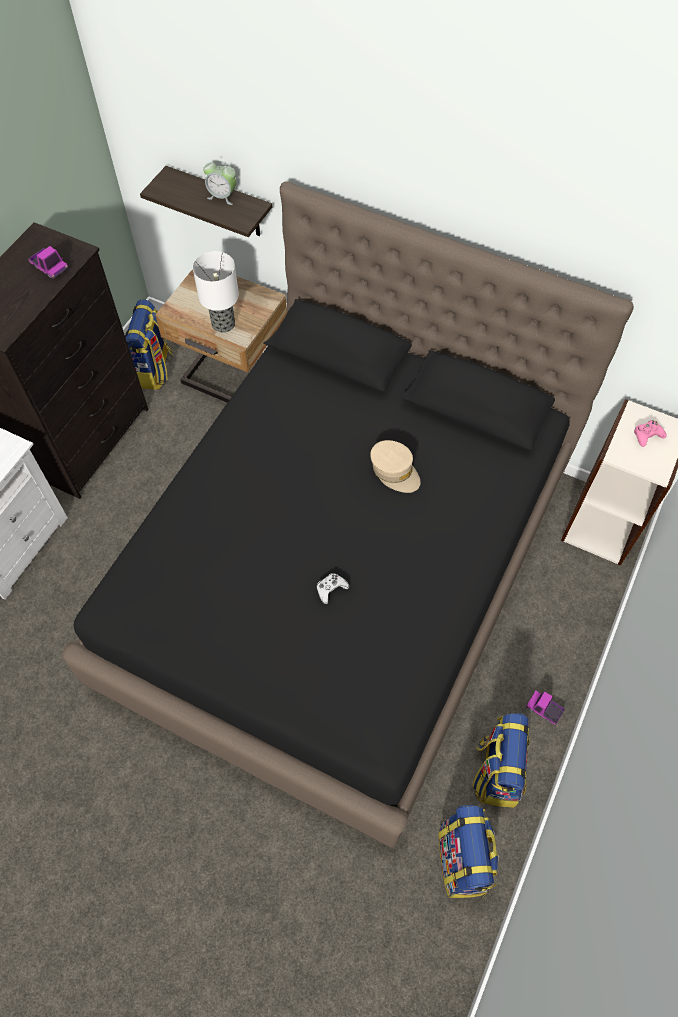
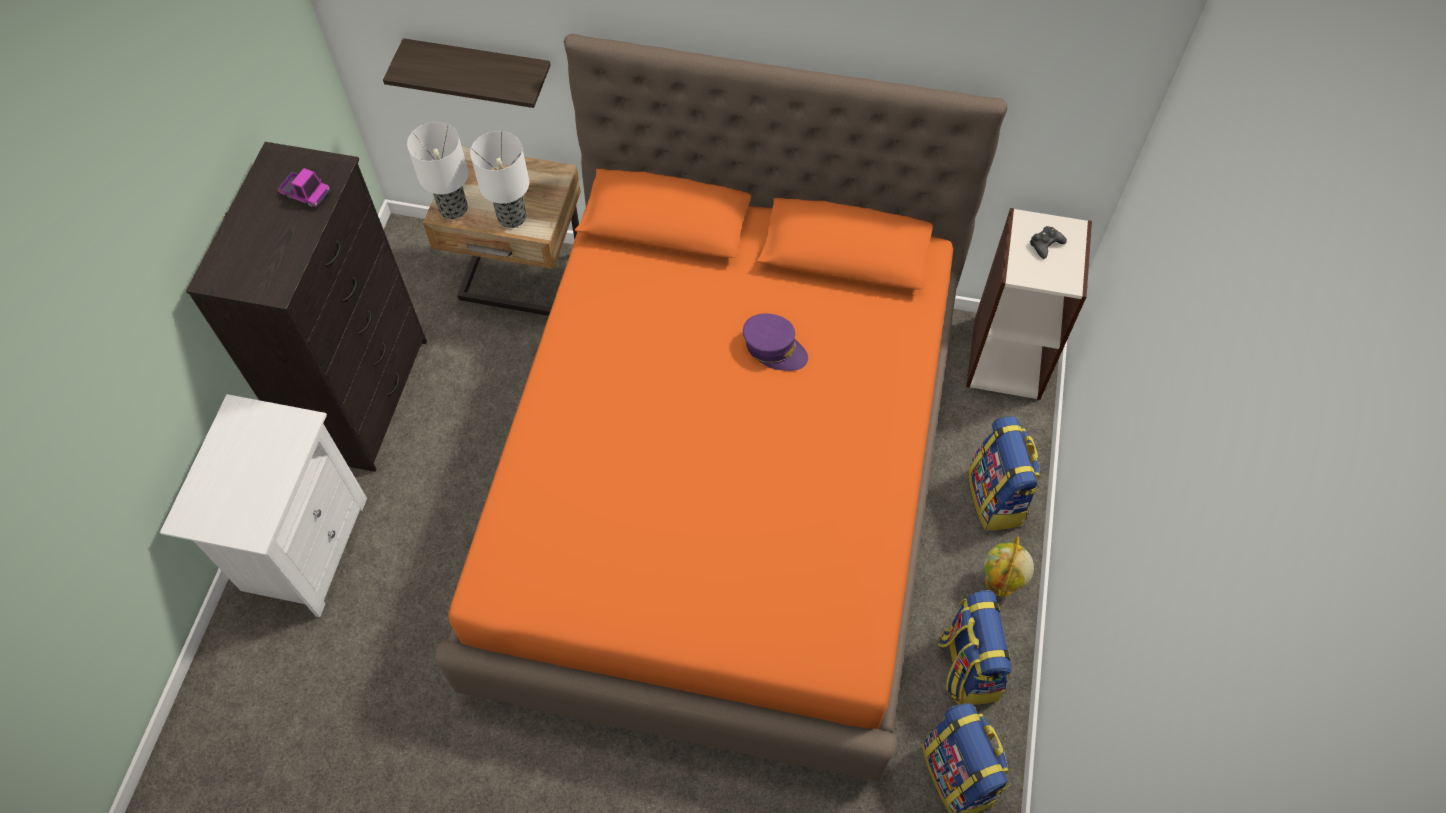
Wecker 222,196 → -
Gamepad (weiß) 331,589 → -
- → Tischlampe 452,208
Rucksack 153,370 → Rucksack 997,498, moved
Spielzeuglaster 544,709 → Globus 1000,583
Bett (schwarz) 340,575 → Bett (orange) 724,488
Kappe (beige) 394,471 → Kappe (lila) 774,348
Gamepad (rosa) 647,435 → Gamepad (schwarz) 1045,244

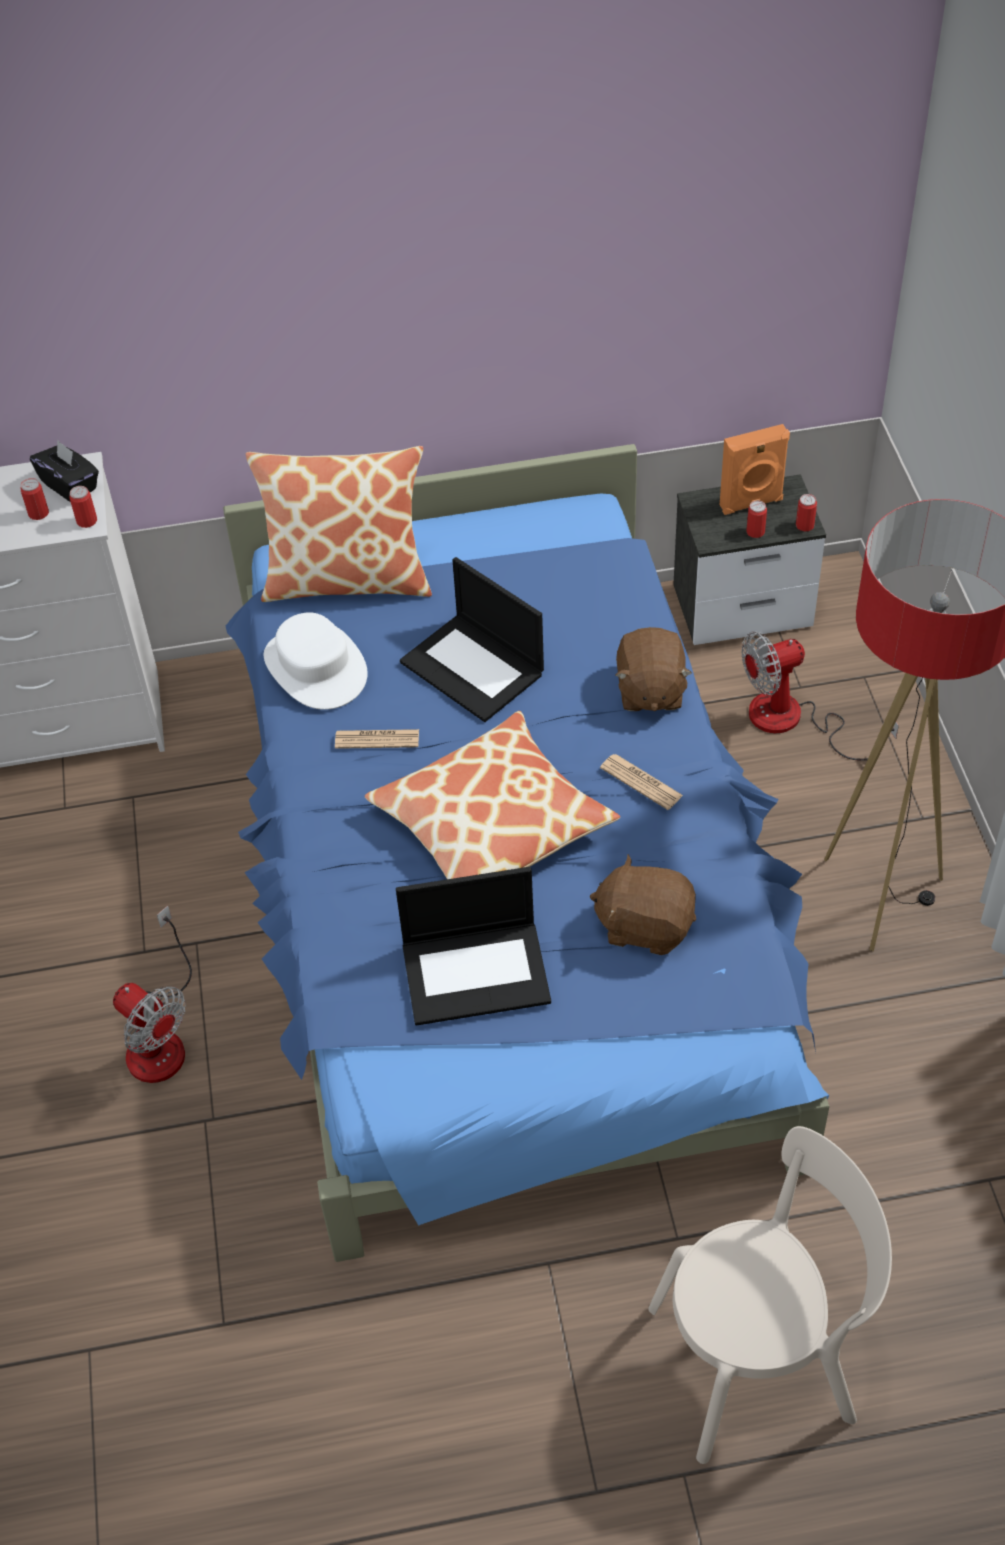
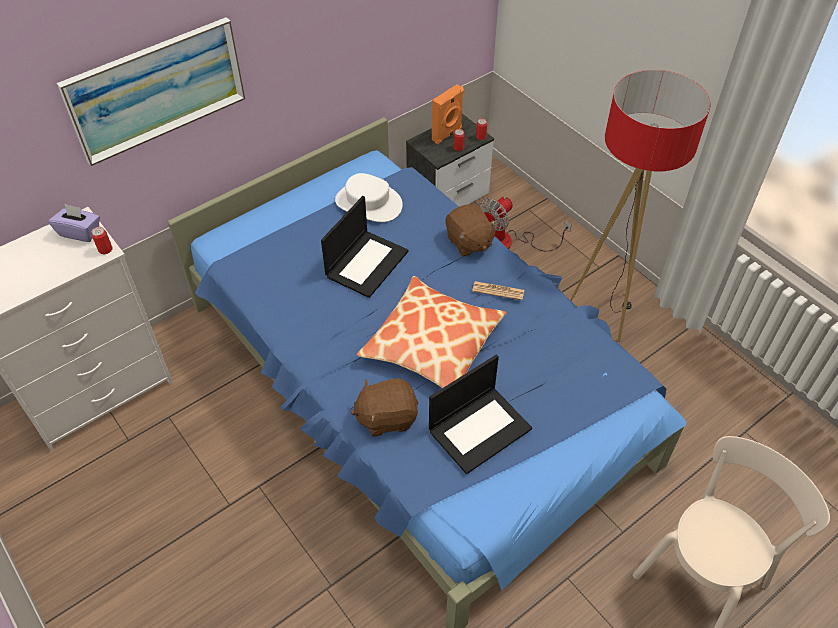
Dose 38,513 → -
Ventilator 159,1037 → -
Kissen 348,579 → -
Zeitung 377,739 → -
- → Bild 156,89
Hut (weiß) 315,667 → Hut (weiß) 368,203, moved
Plüschtier (braun) 645,925 → Plüschtier (braun) 387,417, moved
Taschentuchbox (schwarz) 70,485 → Taschentuchbox (lila) 80,232
Laptop 474,668 → Laptop 367,263, 75 degrees counterclockwise

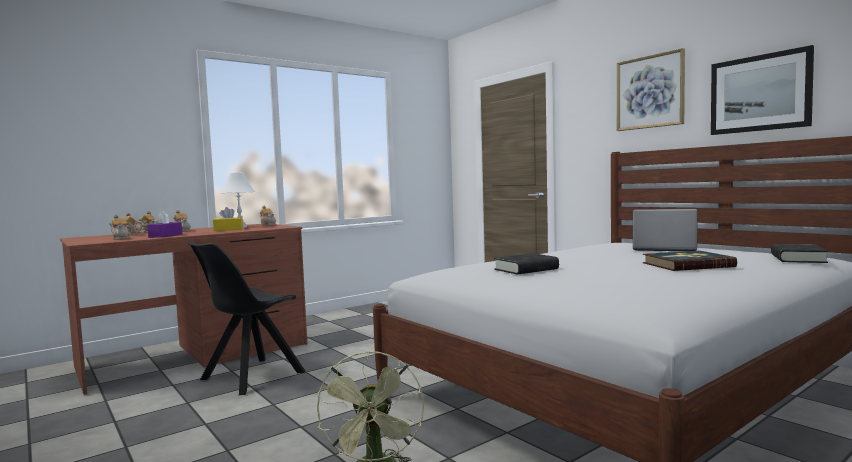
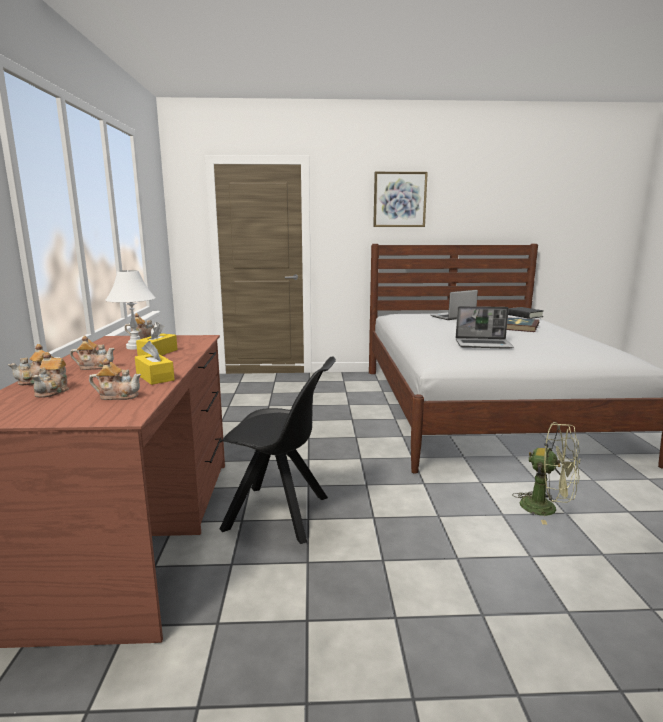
Bild 759,93 → -
Buch (schwarz) 526,269 → Laptop 483,344
Taschentuchbox (lila) 165,236 → Taschentuchbox (gelb) 155,377
Stuhl (schwarz) 250,377 → Stuhl (schwarz) 280,514, 60 degrees counterclockwise

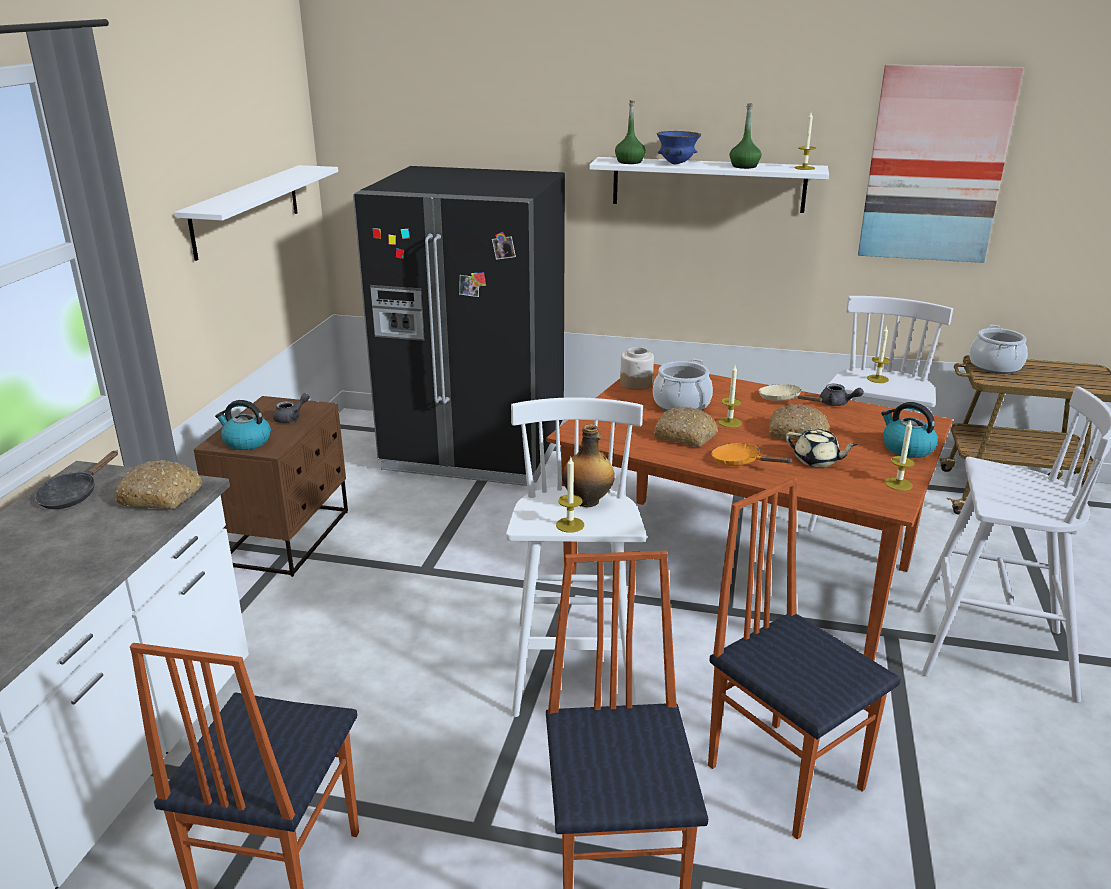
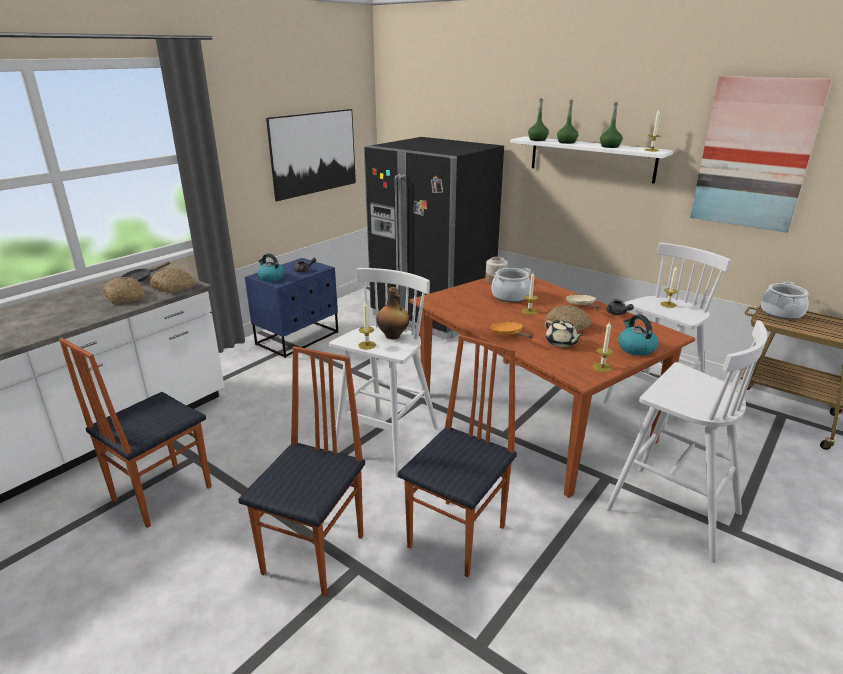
Brot 686,436 → Brot 126,297, moved
Wandregal (weiß) 246,210 → Bild 314,153
Schüssel (blau) 676,164 → Flasche (grün) 566,142
Nachttisch (braun) 287,537 → Nachttisch (blau) 298,338
Stuhl 785,775 → Stuhl 459,536, 45 degrees clockwise

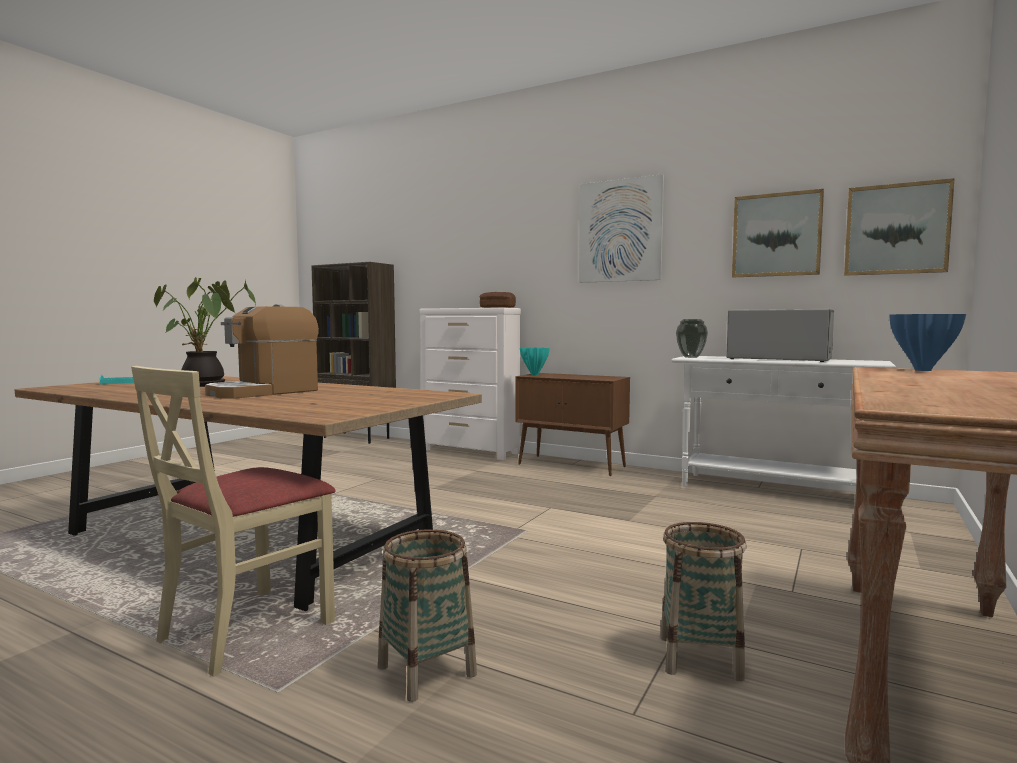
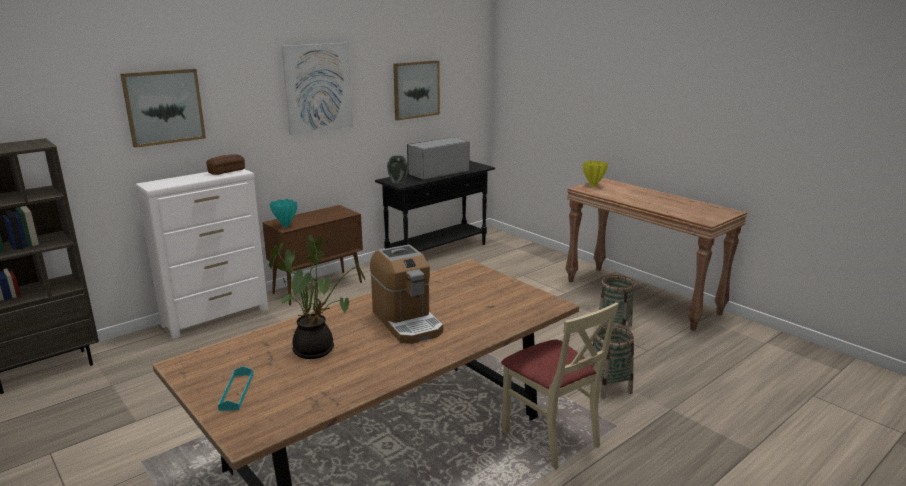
Bild 896,229 → Bild 164,107, moved
Konsolentisch (weiß) 773,491 → Konsolentisch (schwarz) 437,251
Vase (blau) 924,370 → Vase (gelb) 594,186

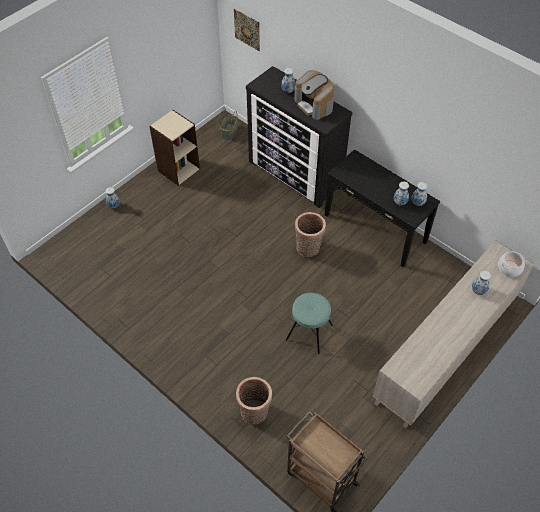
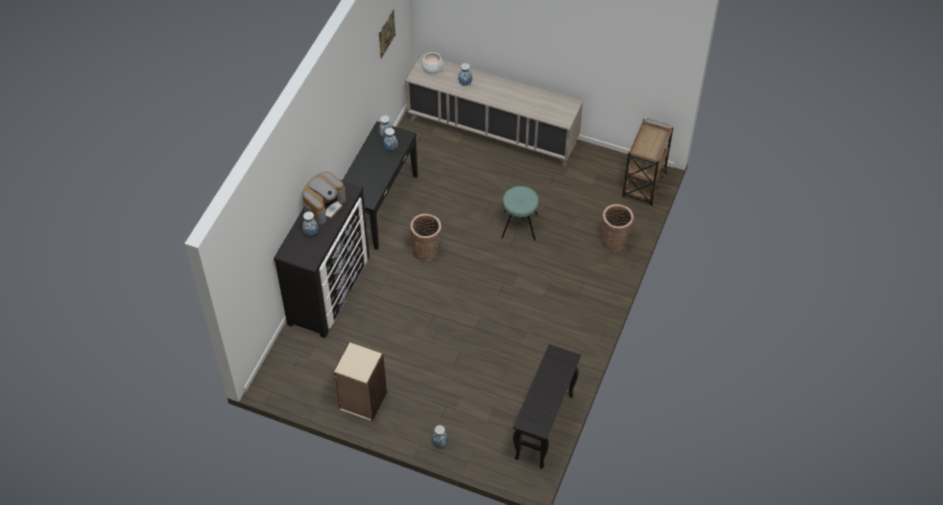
Korb 229,132 → -
- → Konsolentisch (schwarz) 544,427
Bild 247,29 → Bild 386,33, moved

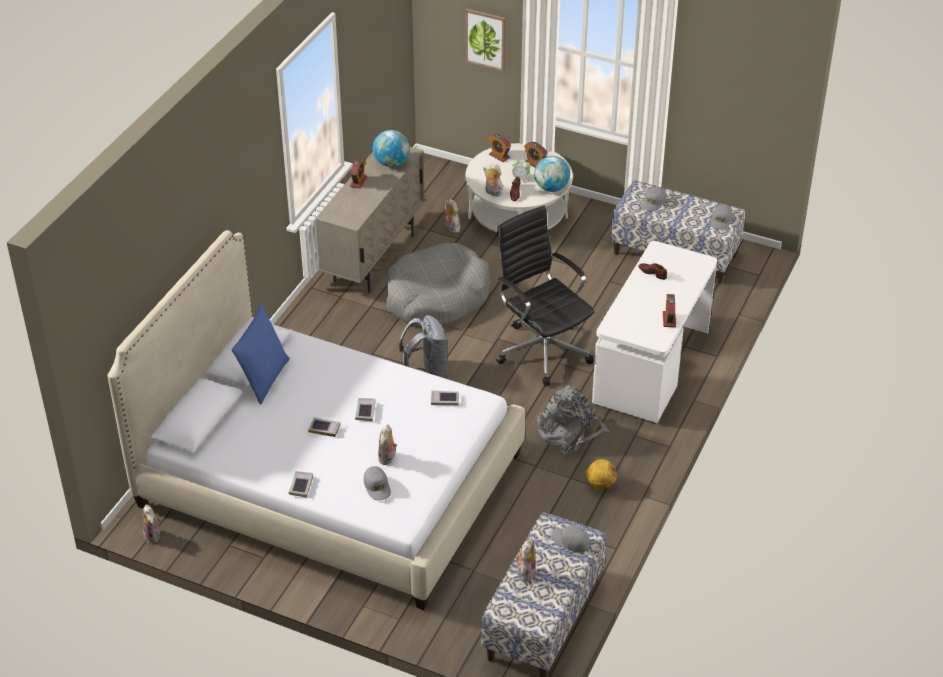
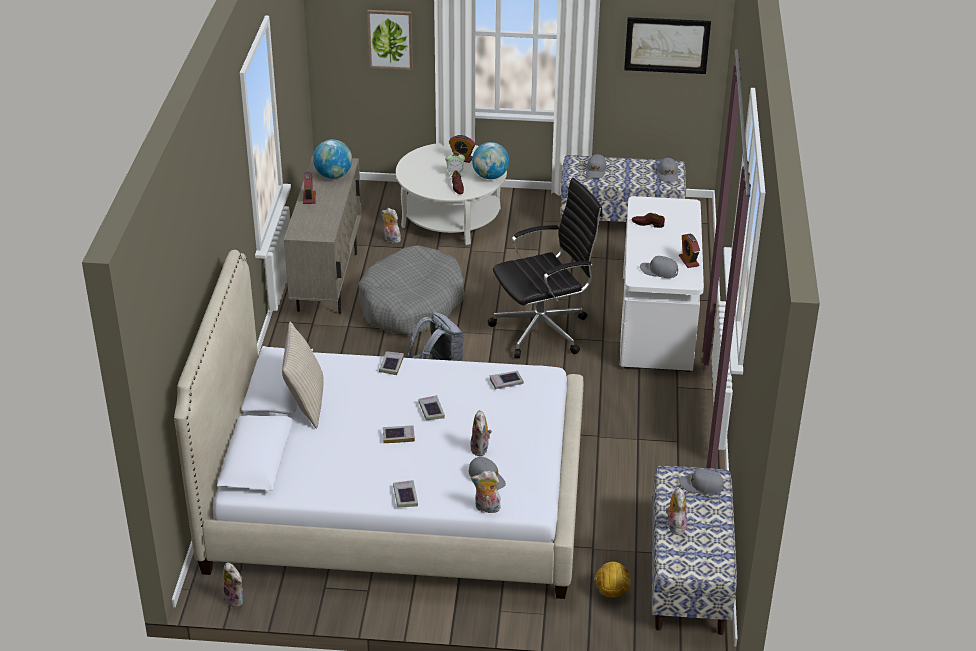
Wecker 499,156 → -
Rucksack (grau) 569,432 → -
- → Buch 391,365
- → Bild 667,45
- → Kappe (grau) 659,271
Plüschtier 492,193 → Plüschtier 486,508, moved
Fußball 600,485 → Fußball 611,592, moved
Kissen (blau) 263,379 → Kissen (beige) 305,403
Bürostuhl (schwarz) 542,350 → Bürostuhl (schwarz) 543,330, 120 degrees clockwise

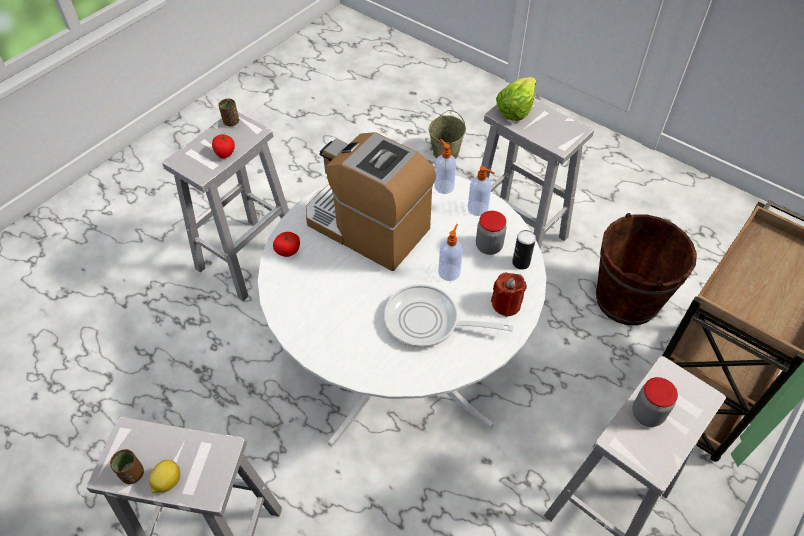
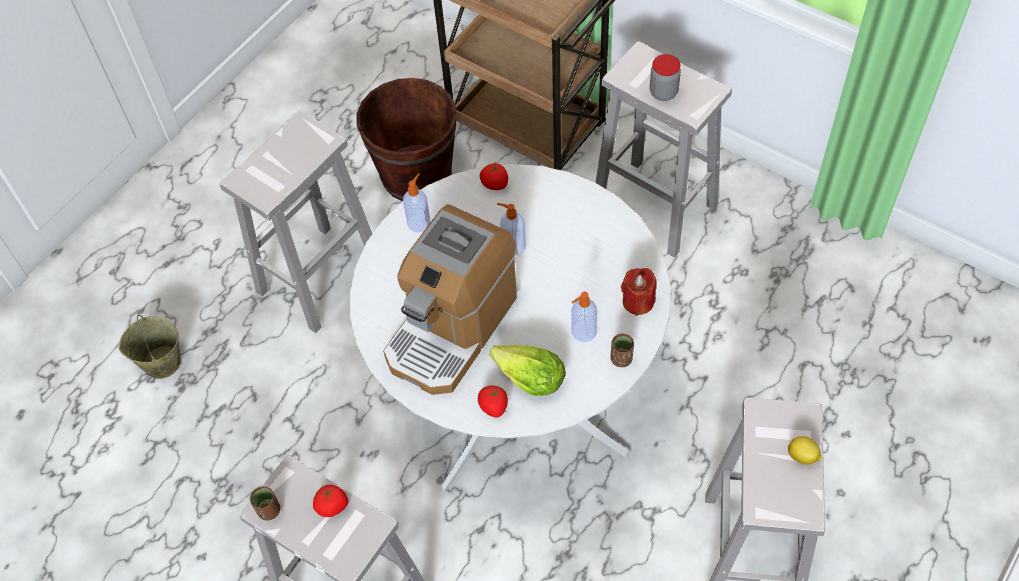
Pfanne 428,322 → -
Vorratsglas 488,246 → -
Tasse (braun) 132,474 → Tasse (braun) 621,359, moved
Seifenspender 443,186 → Seifenspender 583,332, moved
Kerze (rot) 506,304 → Kerze (rot) 638,301, moved
Salatkopf 515,109 → Salatkopf 529,379, moved
Dose 521,263 → Tomate 495,184

